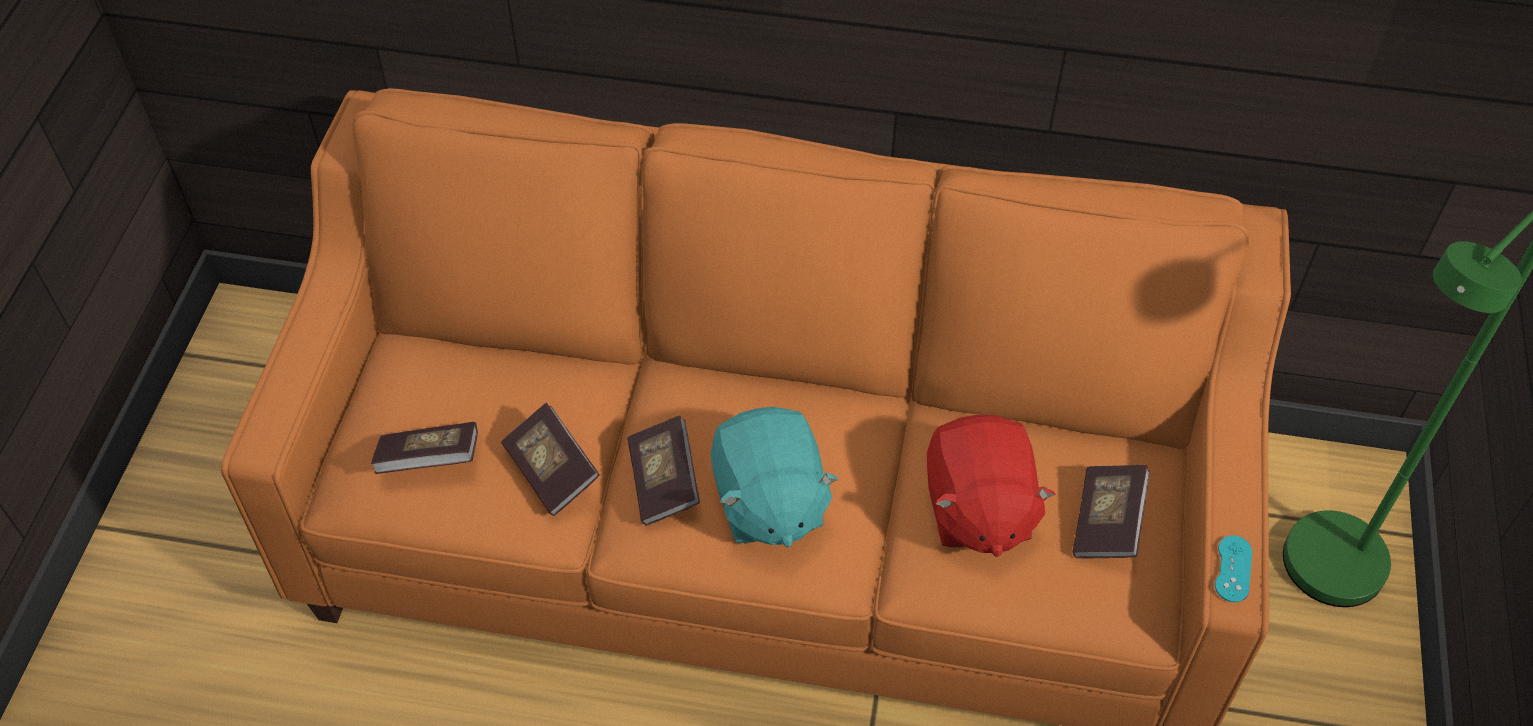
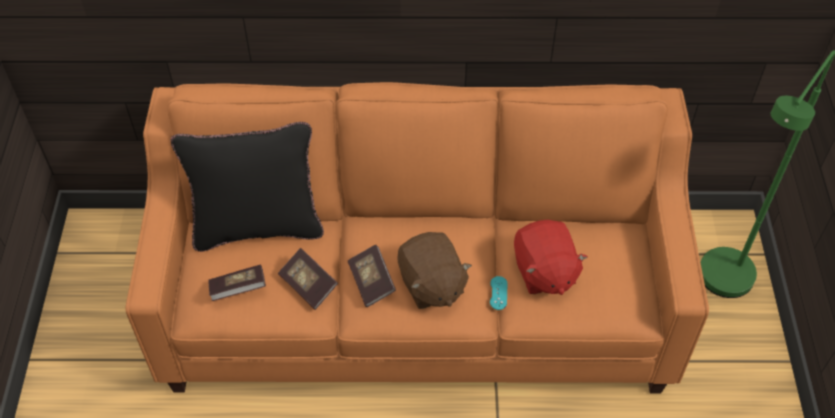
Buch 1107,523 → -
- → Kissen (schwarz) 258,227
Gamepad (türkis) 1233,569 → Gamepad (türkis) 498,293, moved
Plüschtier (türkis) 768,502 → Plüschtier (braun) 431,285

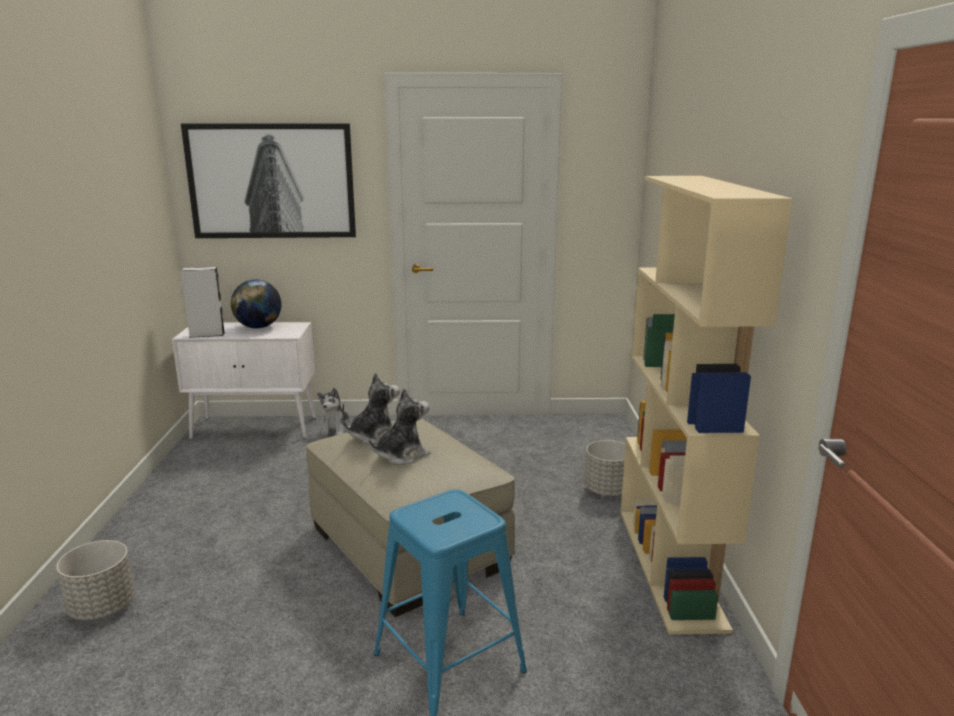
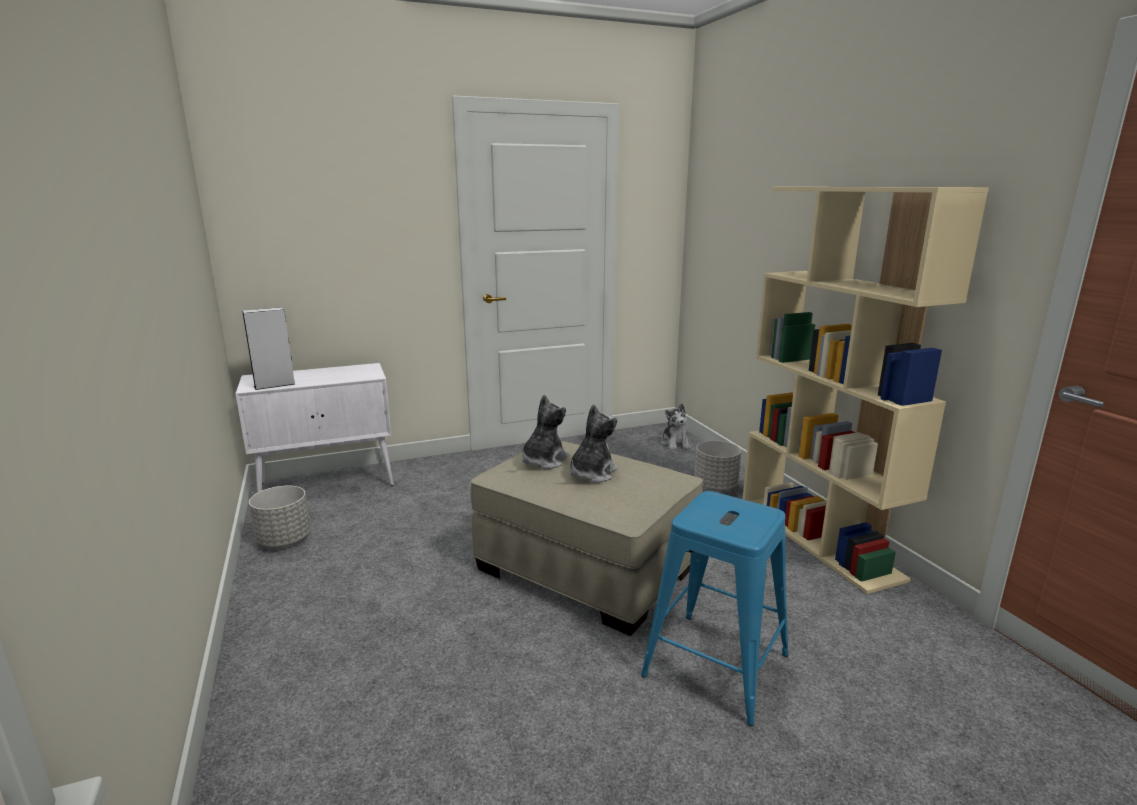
Bild 272,181 → -
Globus 258,327 → -
Pflanzkübel (grau) 102,607 → Pflanzkübel (grau) 284,540, moved
Plüschtier 336,429 → Plüschtier 675,444, moved

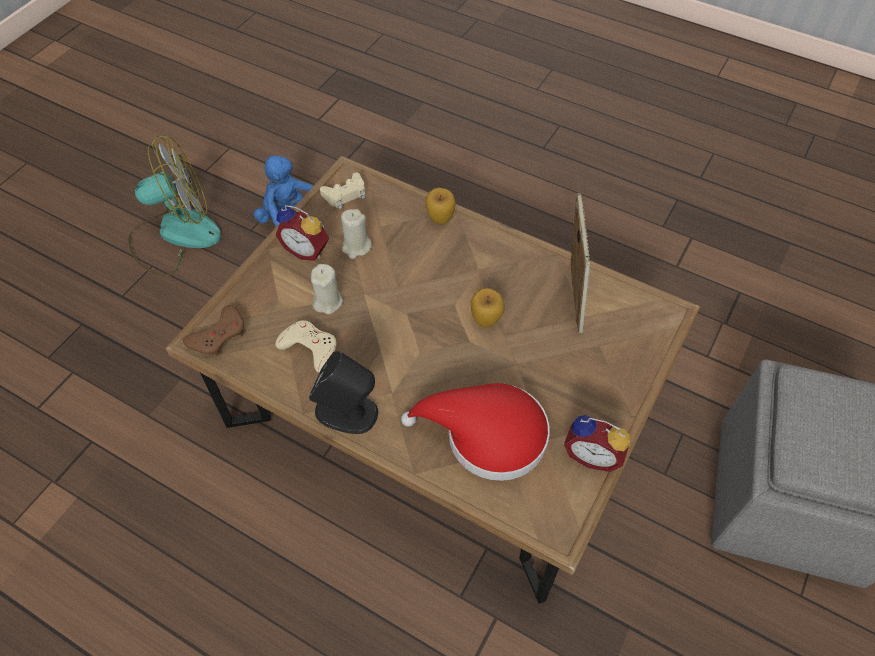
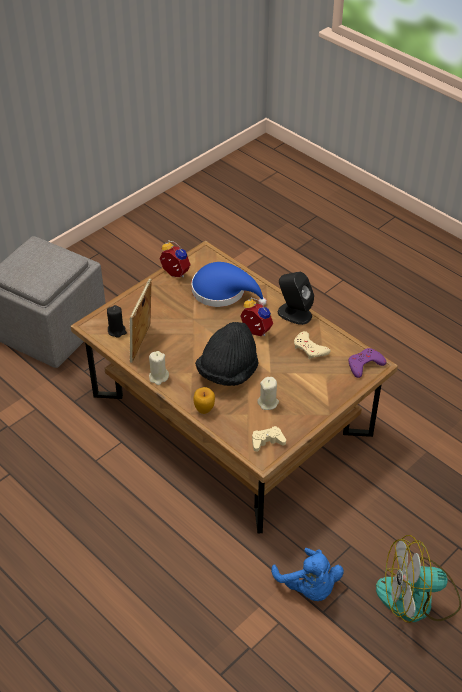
Apfel 486,320 → -
- → Kerze (schwarz) 117,331
- → Hut (schwarz) 228,372
Wecker 307,249 → Wecker 254,332, moved
Kerze (beige) 327,301 → Kerze (beige) 158,377, moved
Gamepad (braun) 218,335 → Gamepad (lila) 364,365
Hut (rot) 487,435 → Hut (blau) 223,292

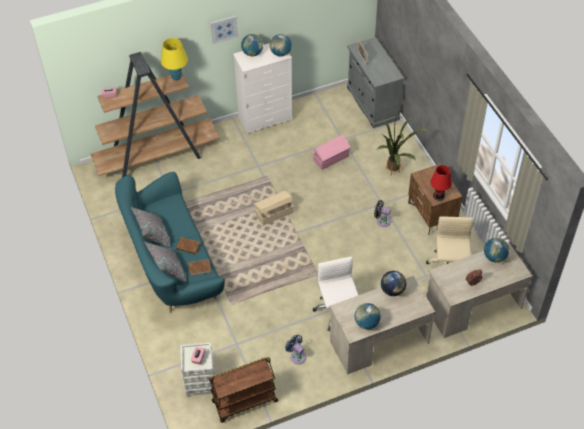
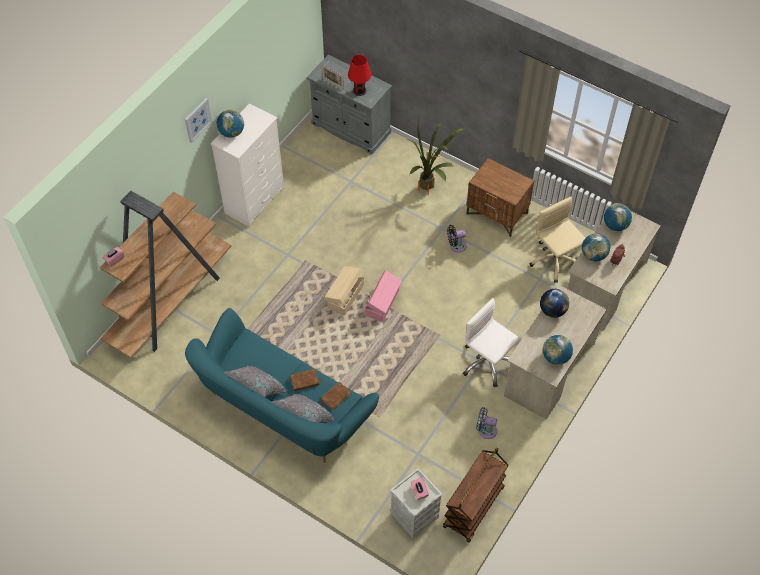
Tischlampe (gelb) 176,77 → -
Globus 280,53 → Globus 593,255, moved
Aufbewahrungsbox (rosa) 331,158 → Aufbewahrungsbox (rosa) 383,302, moved
Tischlampe (rot) 439,195 → Tischlampe (rot) 359,89, moved

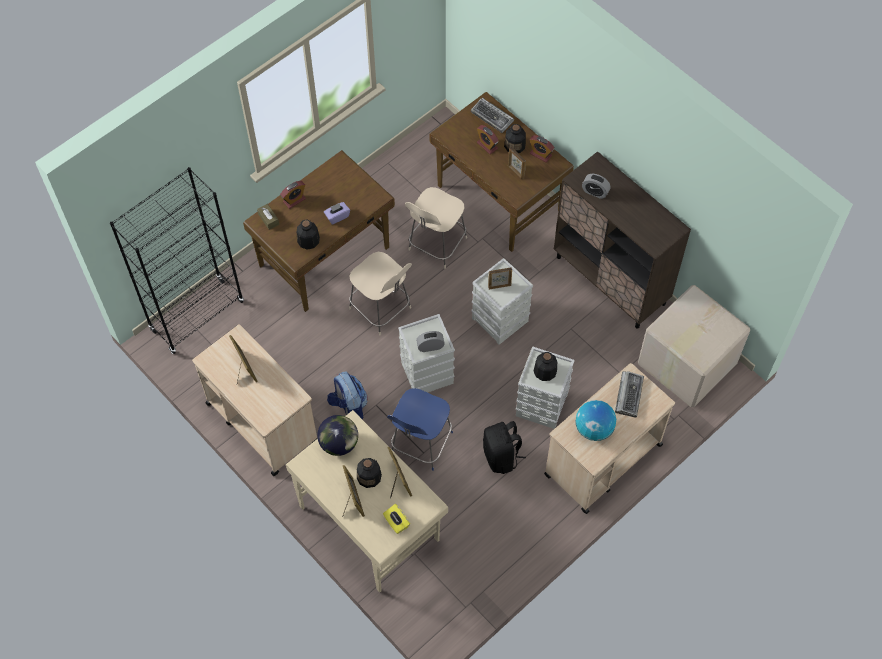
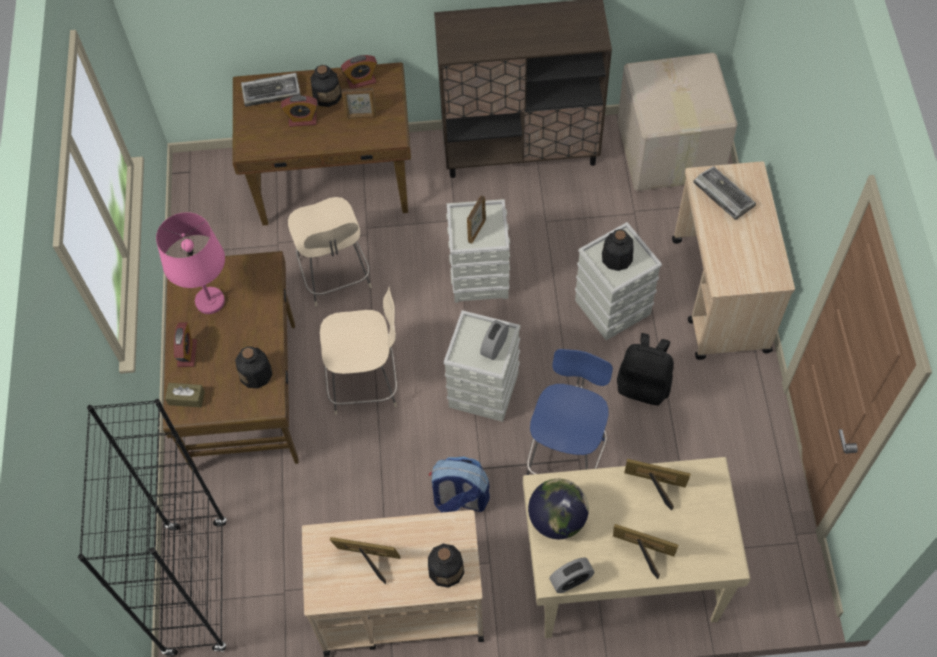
Taschentuchbox (lila) 337,216 → -
Taschentuchbox (gelb) 396,523 → -
Globus 594,428 → -
- → Tischlampe (rosa) 210,302
Flasche 369,476 → Flasche 446,569, moved
Wecker 595,192 → Wecker 571,580, moved
Stuhl (blau) 421,444 → Stuhl (blau) 566,455, 135 degrees counterclockwise

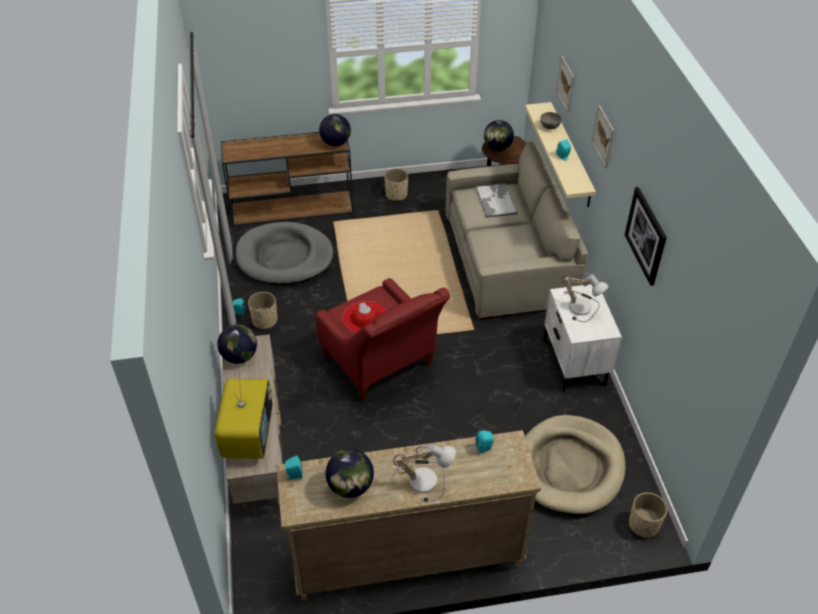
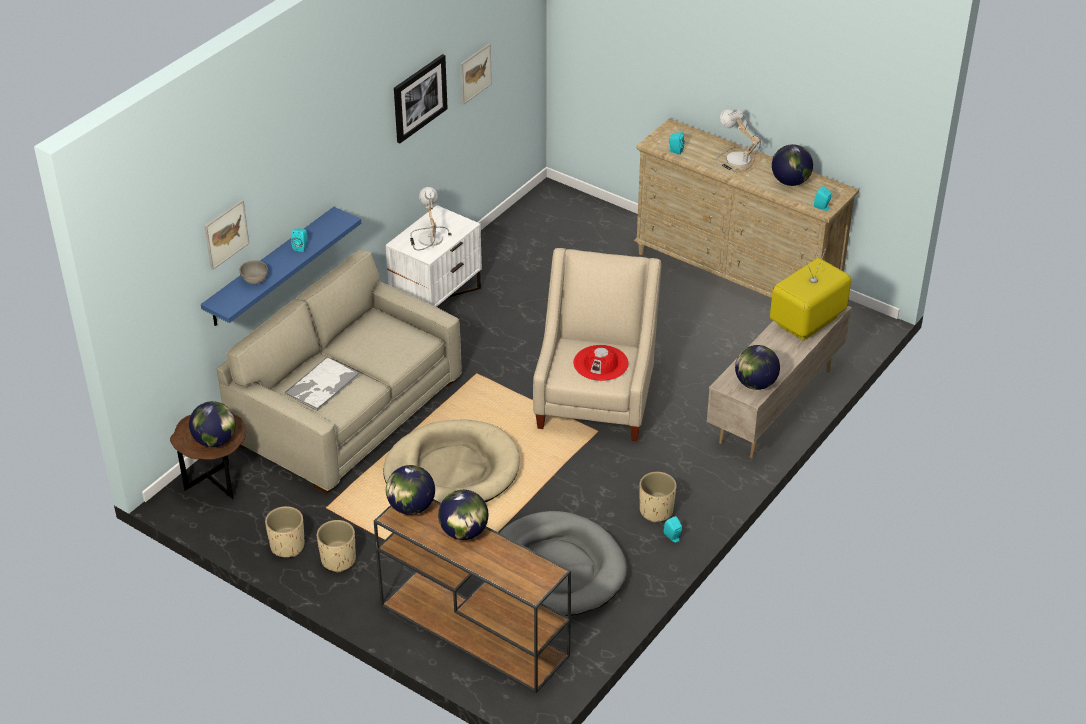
- → Globus 464,532
Hundebett (beige) 569,467 → Hundebett (beige) 452,471, moved
Bild 603,136 → Bild 475,73, moved
Pflanzkübel (beige) 643,525 → Pflanzkübel (beige) 288,546, moved
Sessel (rot) 381,365 → Sessel (beige) 596,399
Wandregal (beige) 570,155 → Wandregal (blau) 271,267

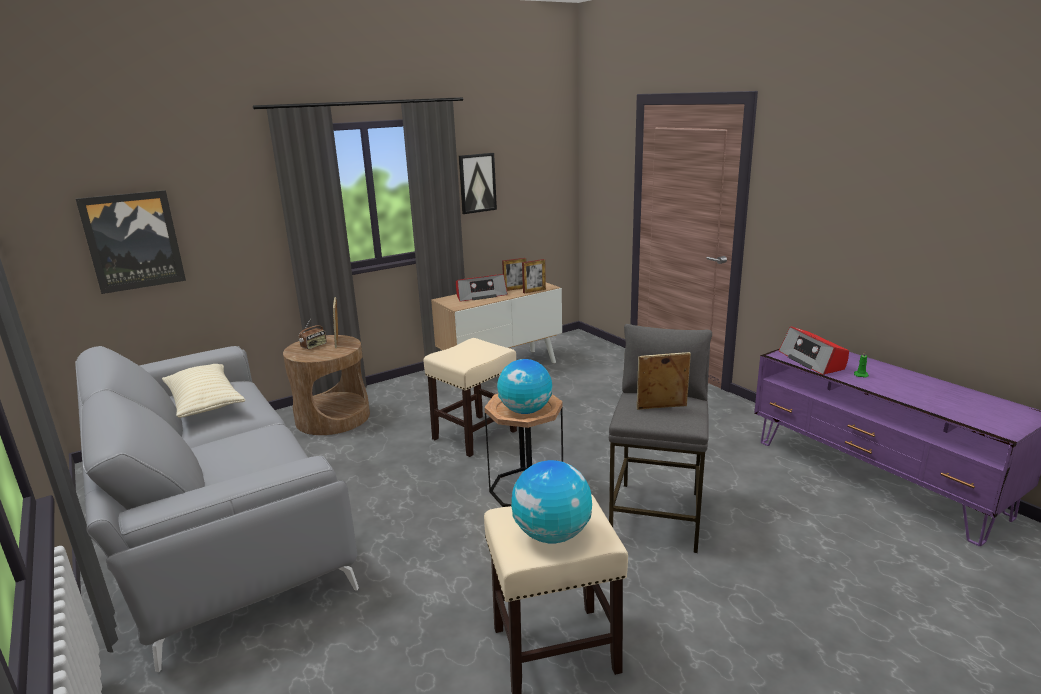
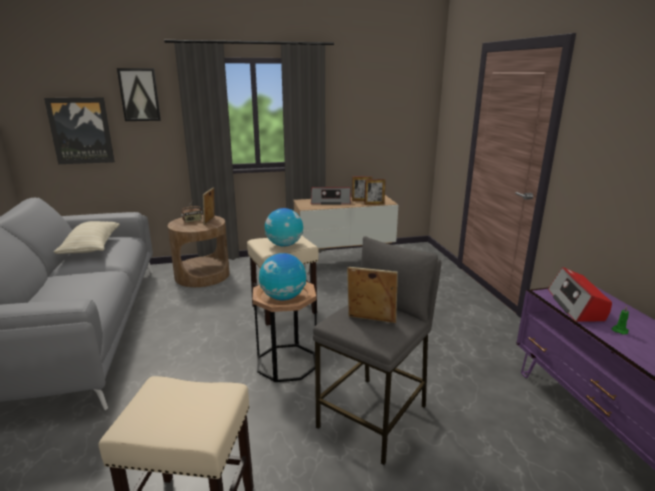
Bild 477,183 → Bild 139,95, moved
Globus 552,534 → Globus 284,245, moved

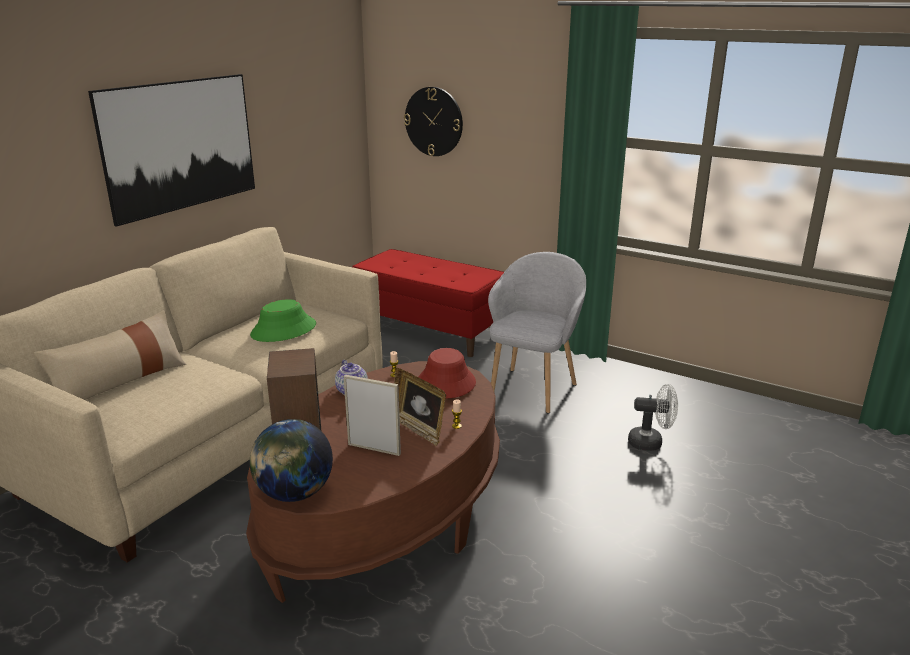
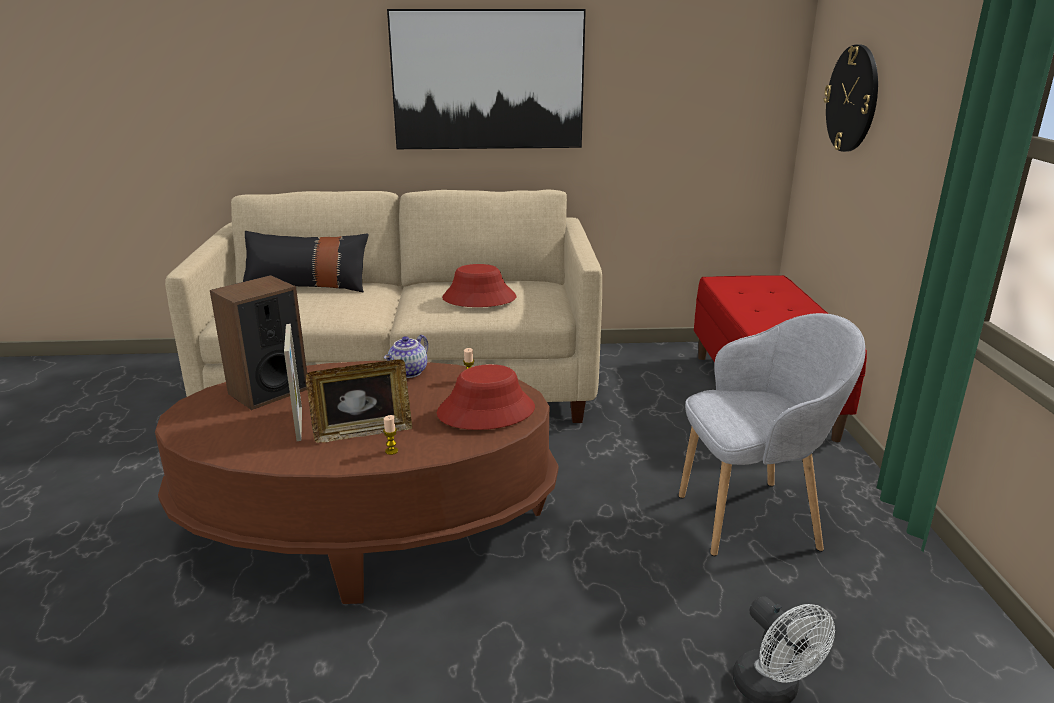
Globus 294,494 → -
Kissen (beige) 120,382 → Kissen (schwarz) 307,286
Hut (grün) 283,330 → Hut (rot) 479,298
Bilderrahmen 418,429 → Bilderrahmen 363,432, 120 degrees counterclockwise

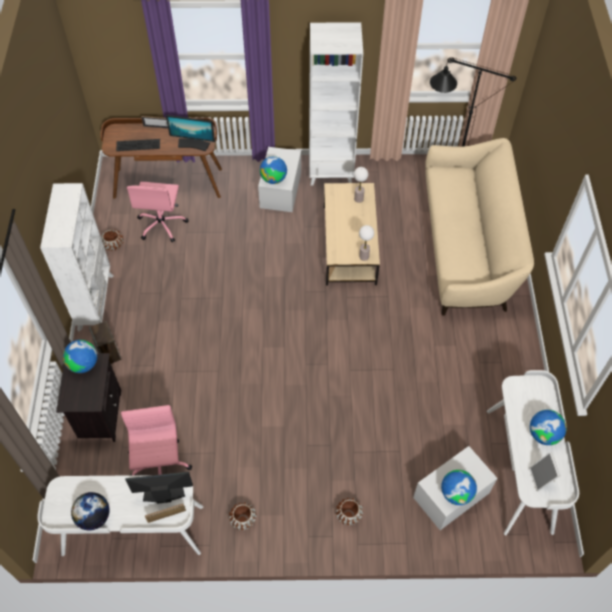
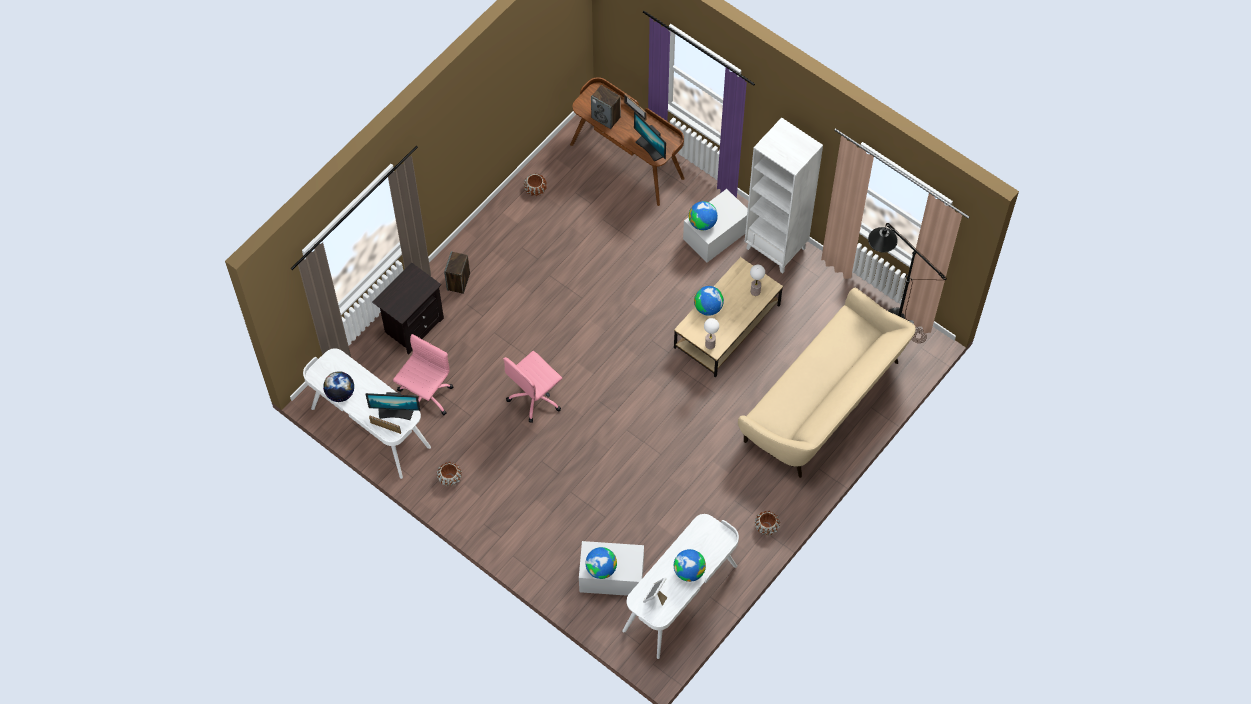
Bücherregal (weiß) 96,301 → -
Globus 84,364 → Globus 708,308, moved
Bürostuhl (rosa) 162,224 → Bürostuhl (rosa) 535,397, moved
Pflanzkübel (braun) 348,515 → Pflanzkübel (braun) 766,526, moved
Tastatur 138,144 → Lautsprecher 606,117
Monitor 164,494 → Monitor 395,412, 150 degrees clockwise

